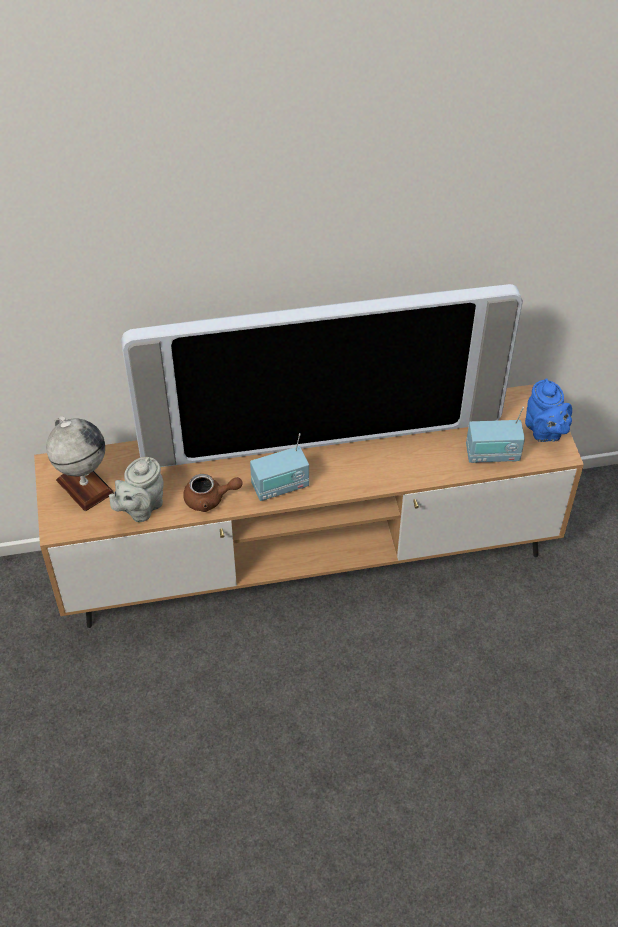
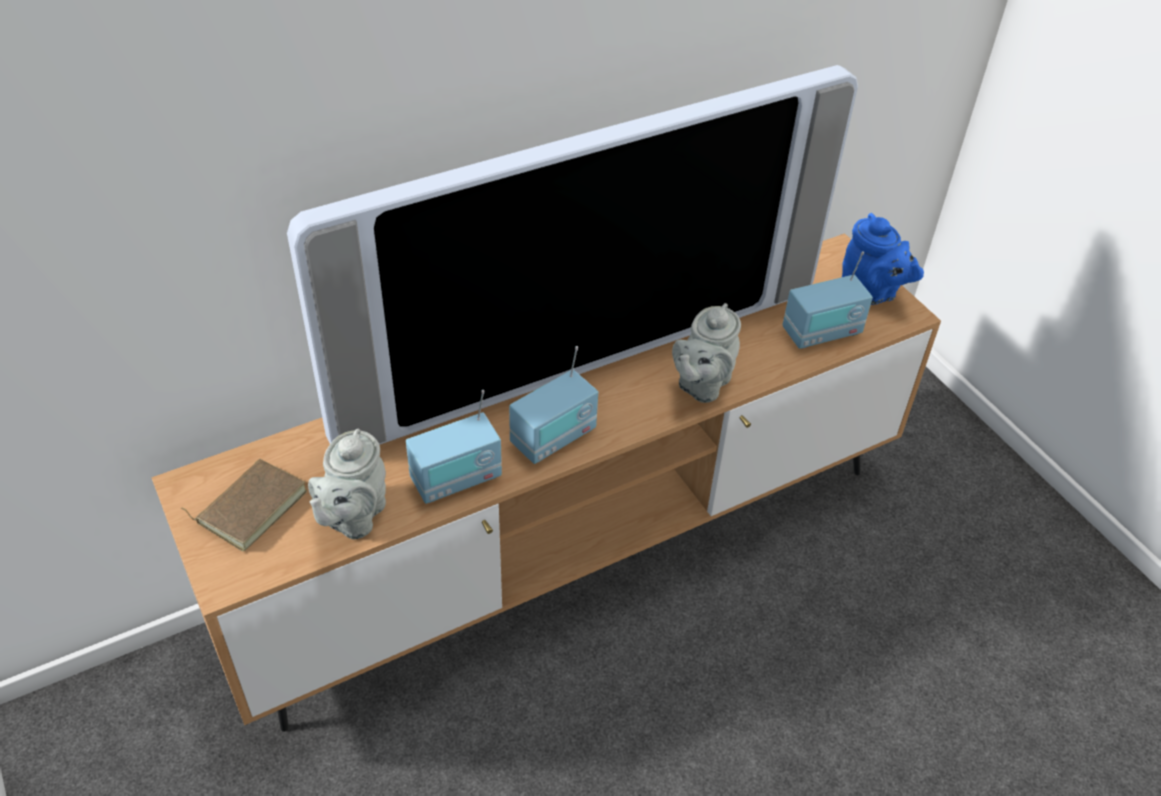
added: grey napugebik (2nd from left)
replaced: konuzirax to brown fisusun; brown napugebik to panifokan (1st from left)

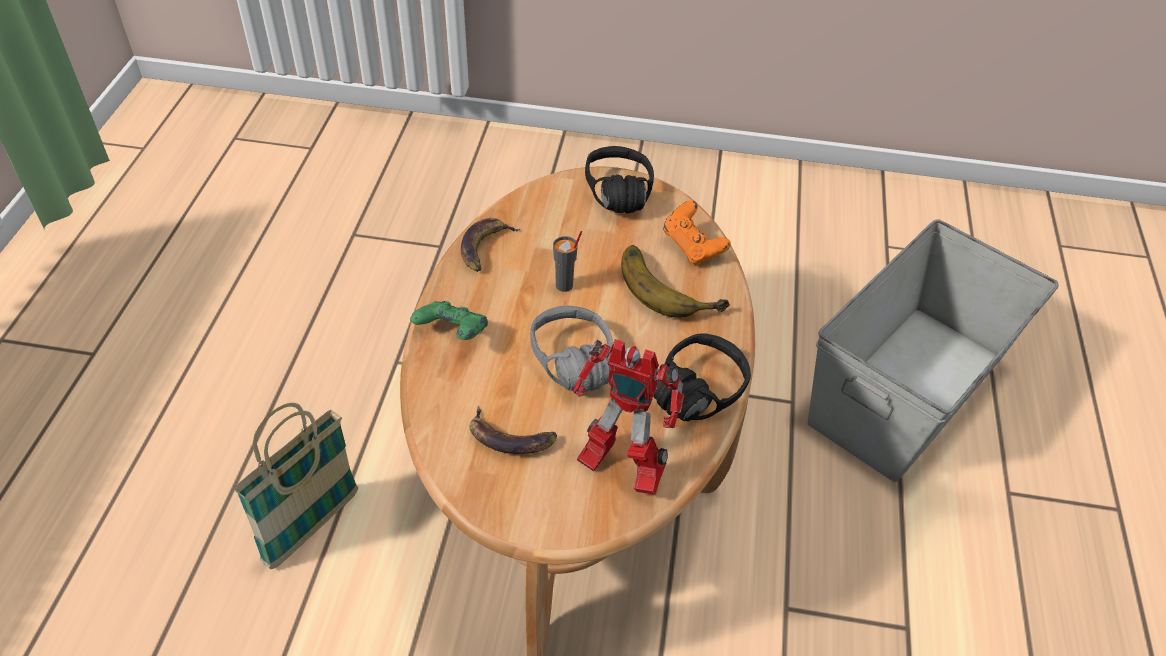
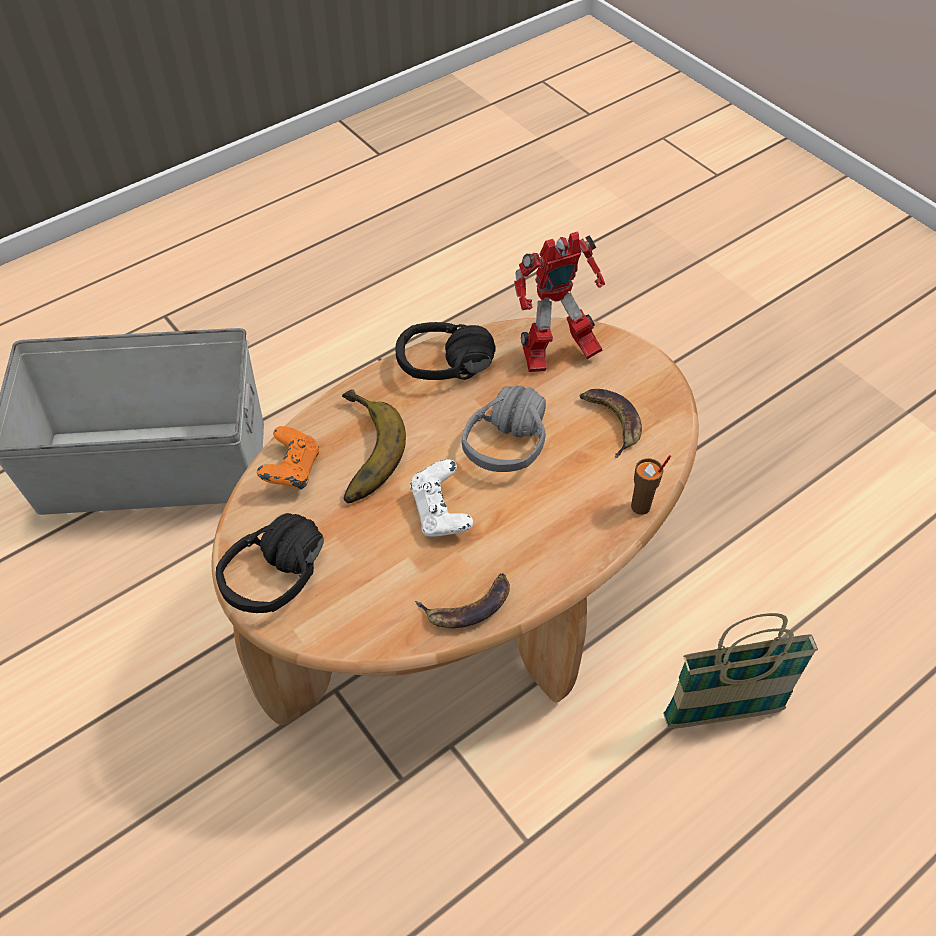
removed: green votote
added: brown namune
replaced: grey namune to white votote
turned: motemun 90 degrees clockwise

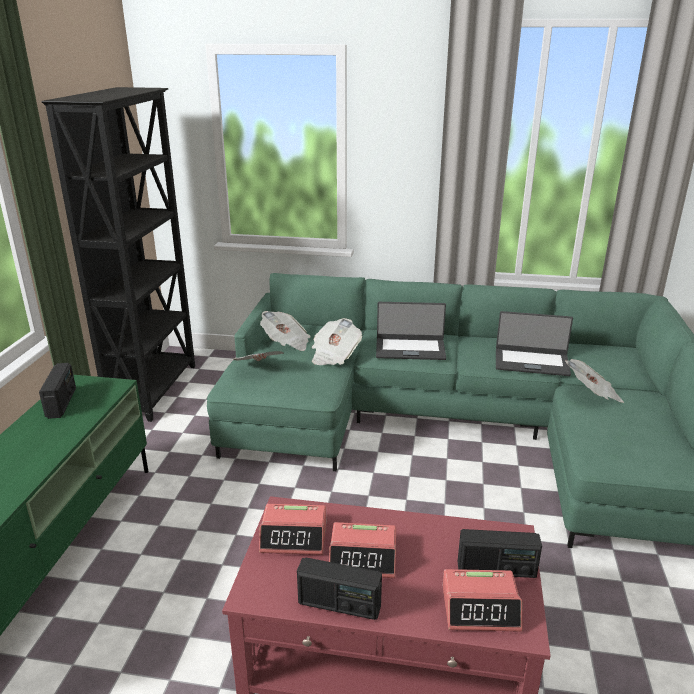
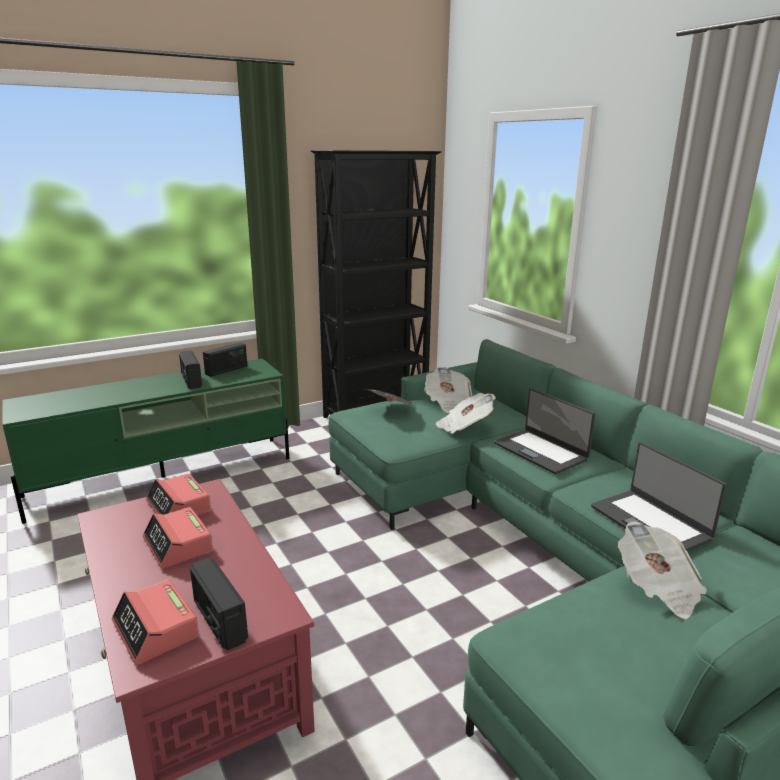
moved: panifokan (2nd from left in the first image) to panifokan (1st from left)

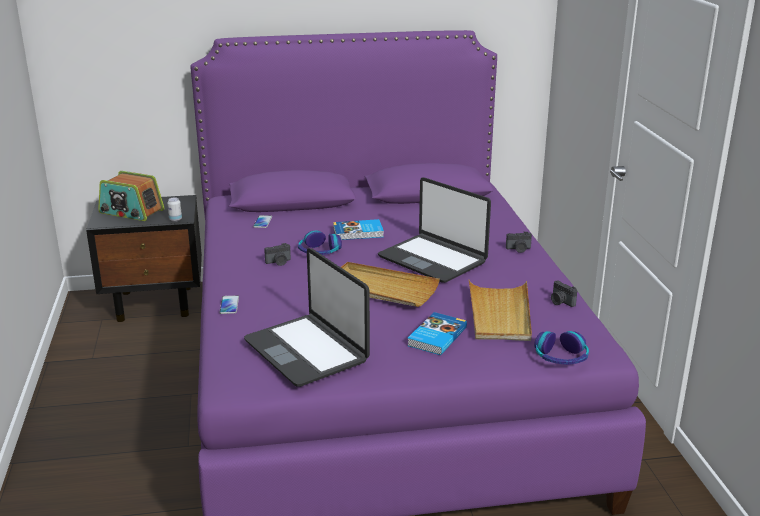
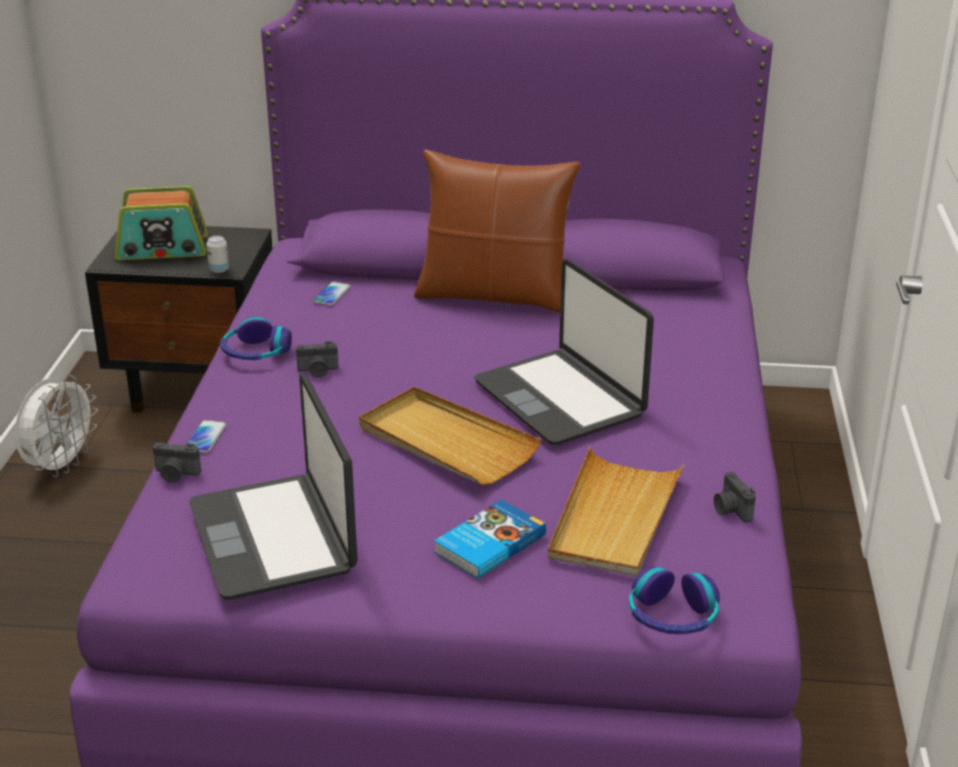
removed: fisusun (1st from left)
added: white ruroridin; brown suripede
moved: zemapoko (2nd from left in the first image) to zemapoko (1st from left); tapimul (1st from left)
turned: panifokan 45 degrees counterclockwise

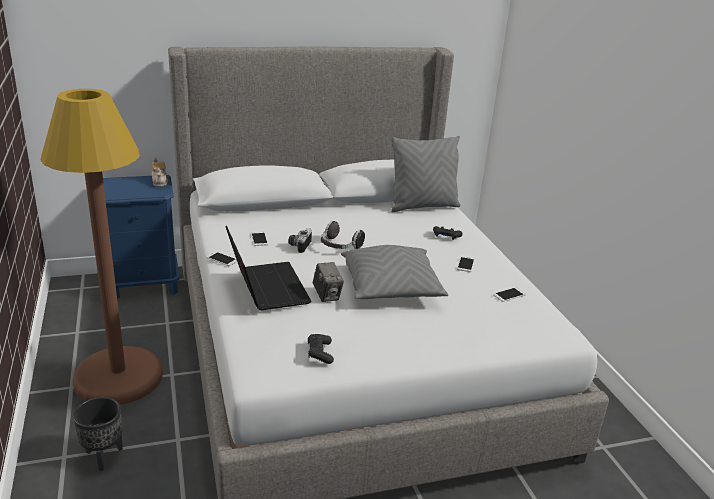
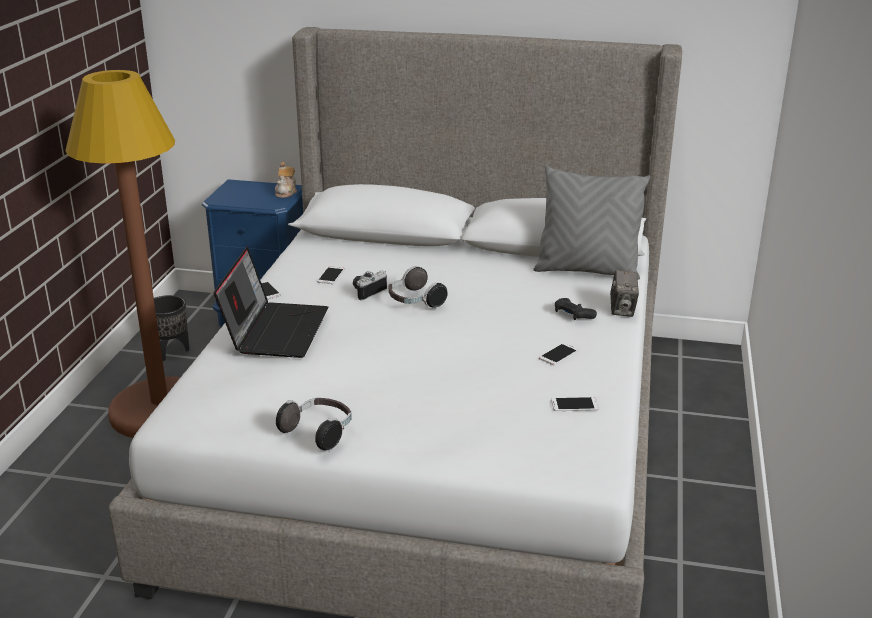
removed: black votote (1st from left); grey suripede (1st from left)
added: tapimul (1st from left)
moved: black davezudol; zemapoko (2nd from left)

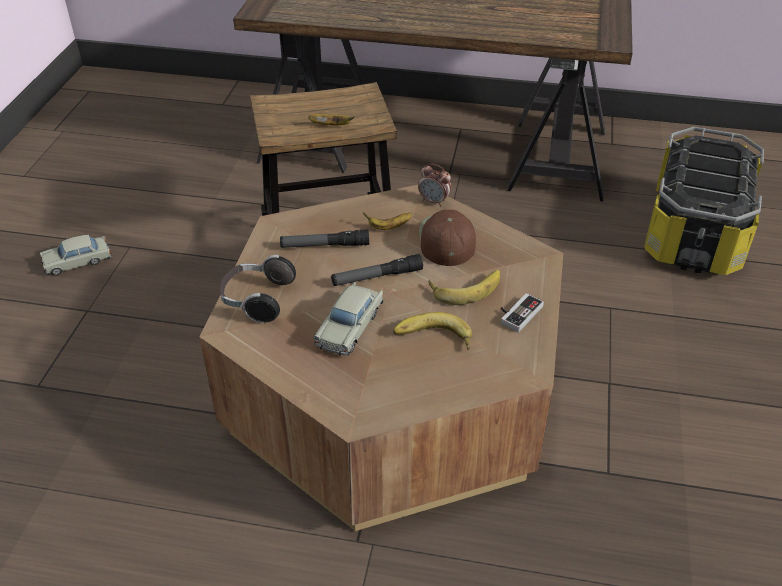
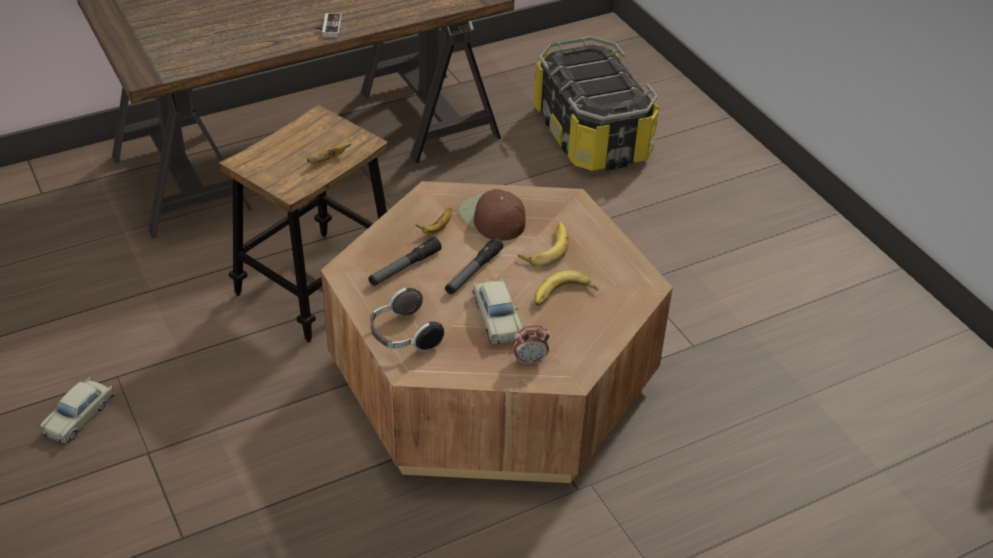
moved: votote; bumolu

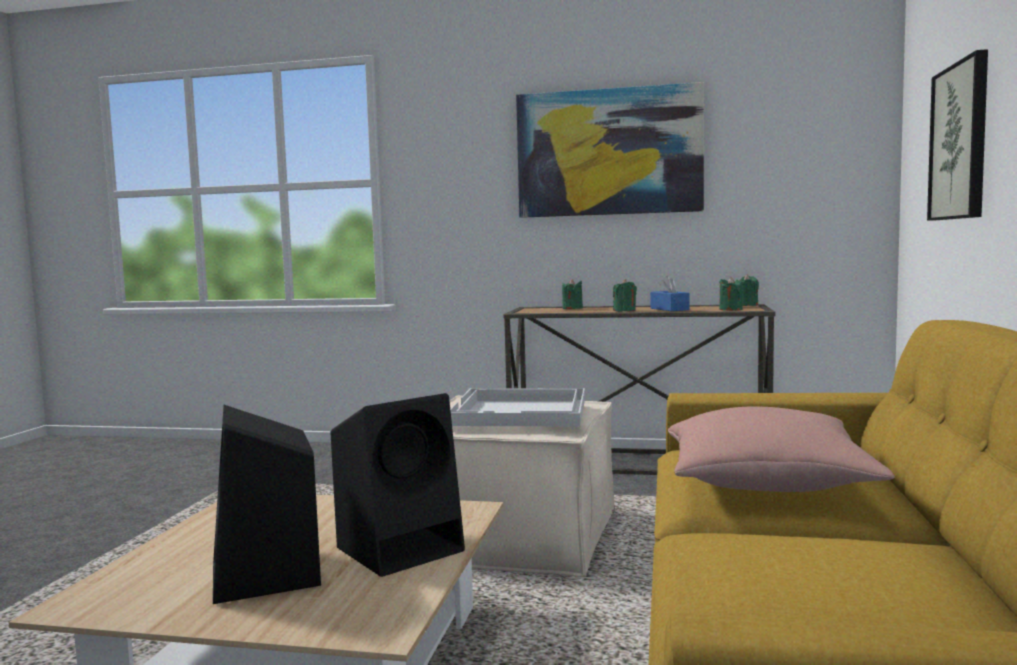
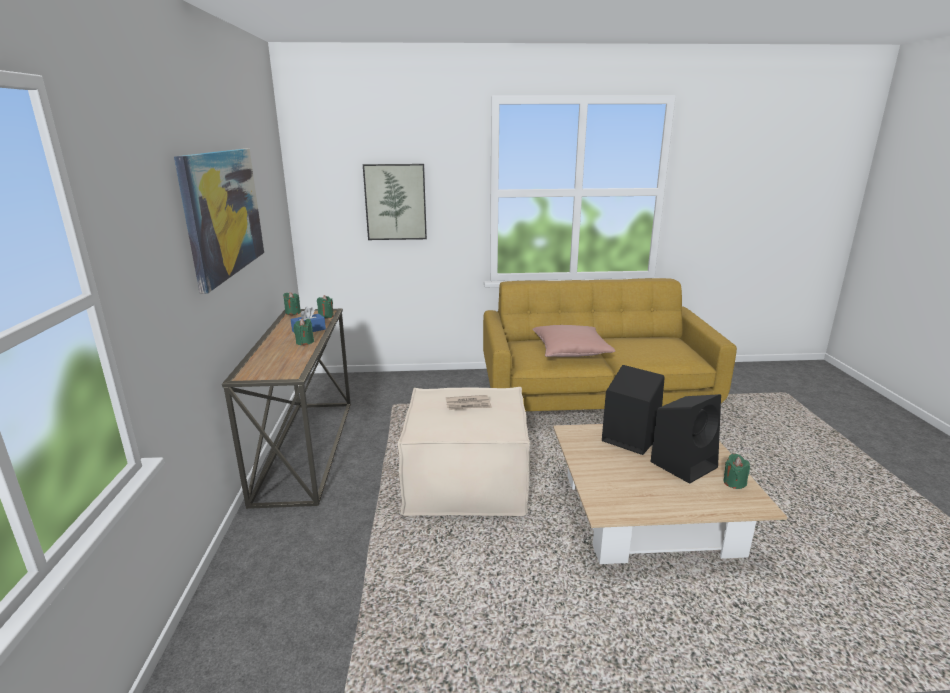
moved: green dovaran (1st from left in the first image) to green dovaran (4th from left)
replaced: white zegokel to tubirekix

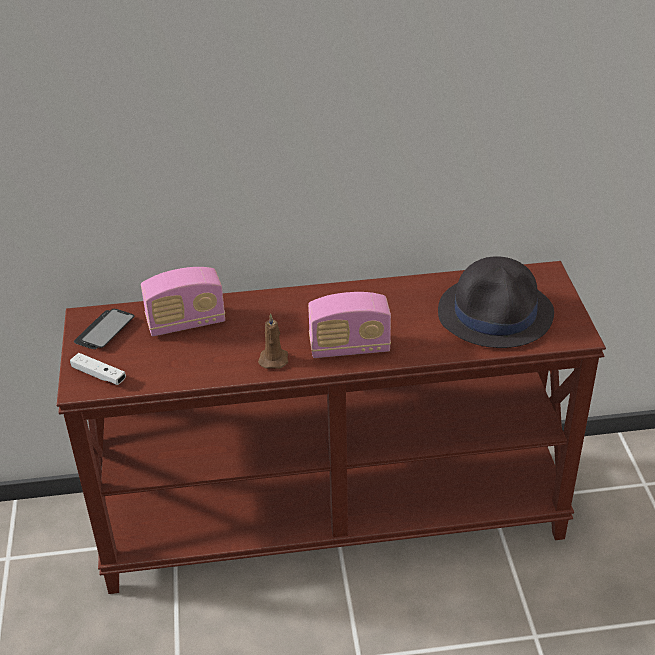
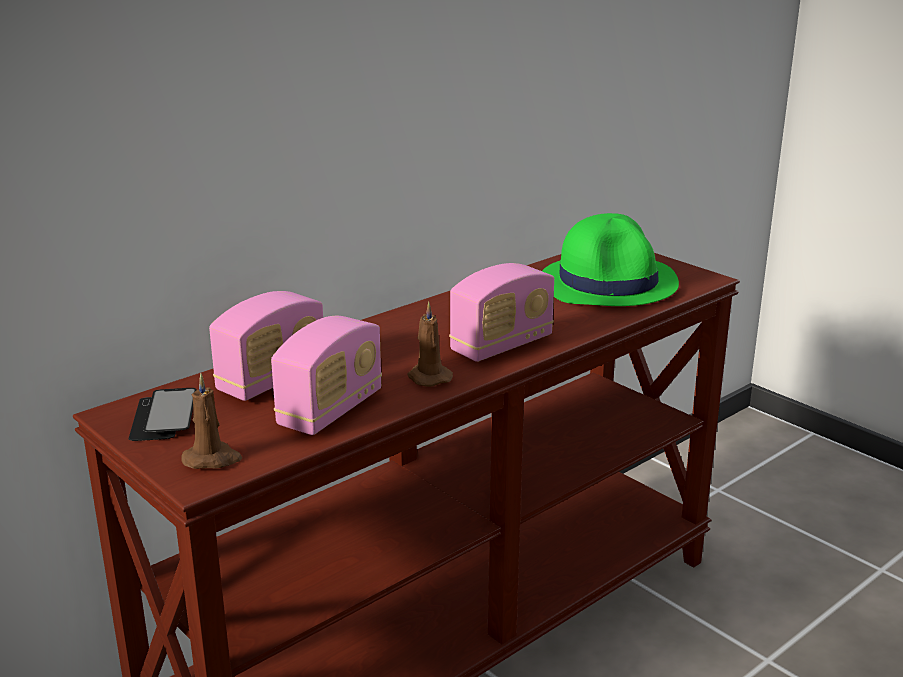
added: panifokan (2nd from left)
replaced: white votote to brown dovaran (1st from left)
recoloured: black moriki to green moriki

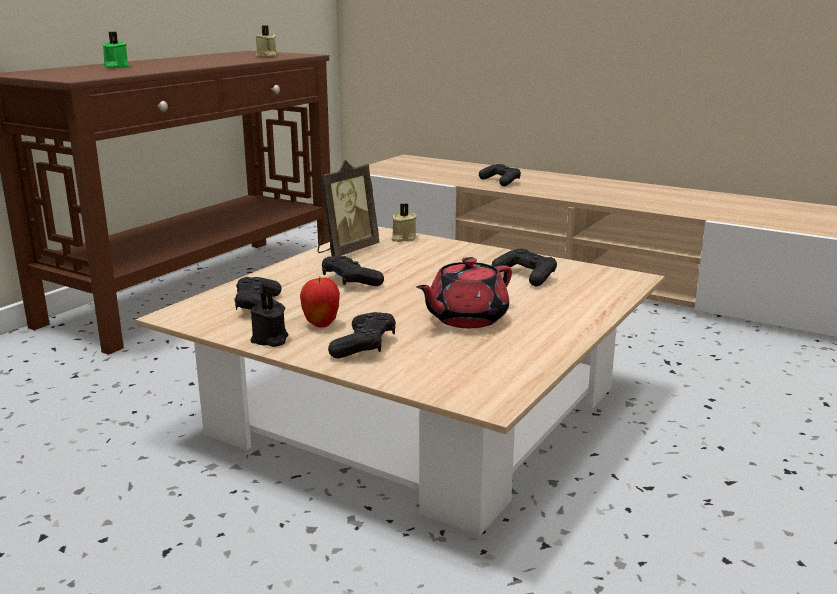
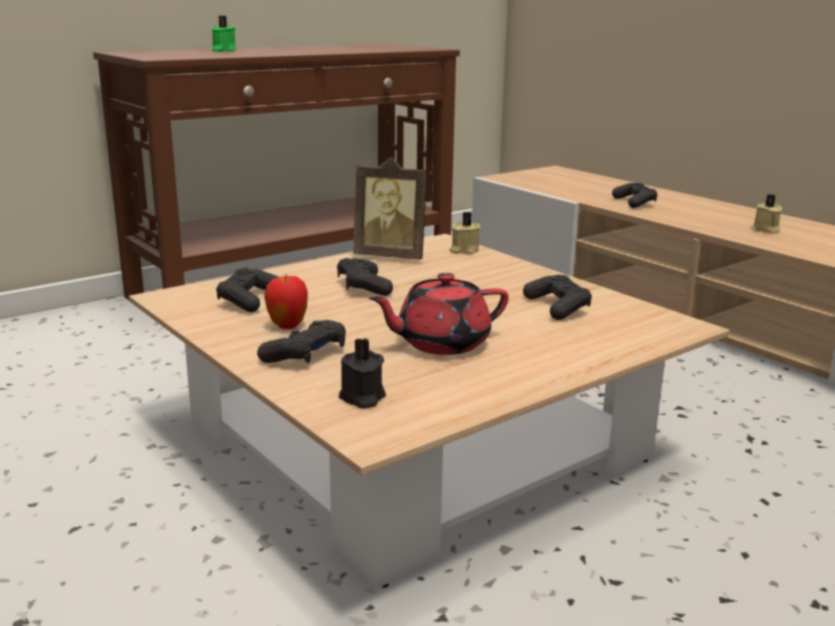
moved: black dovaran; beige dovaran (1st from left in the first image) to beige dovaran (2nd from left)
turned: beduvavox 45 degrees clockwise

